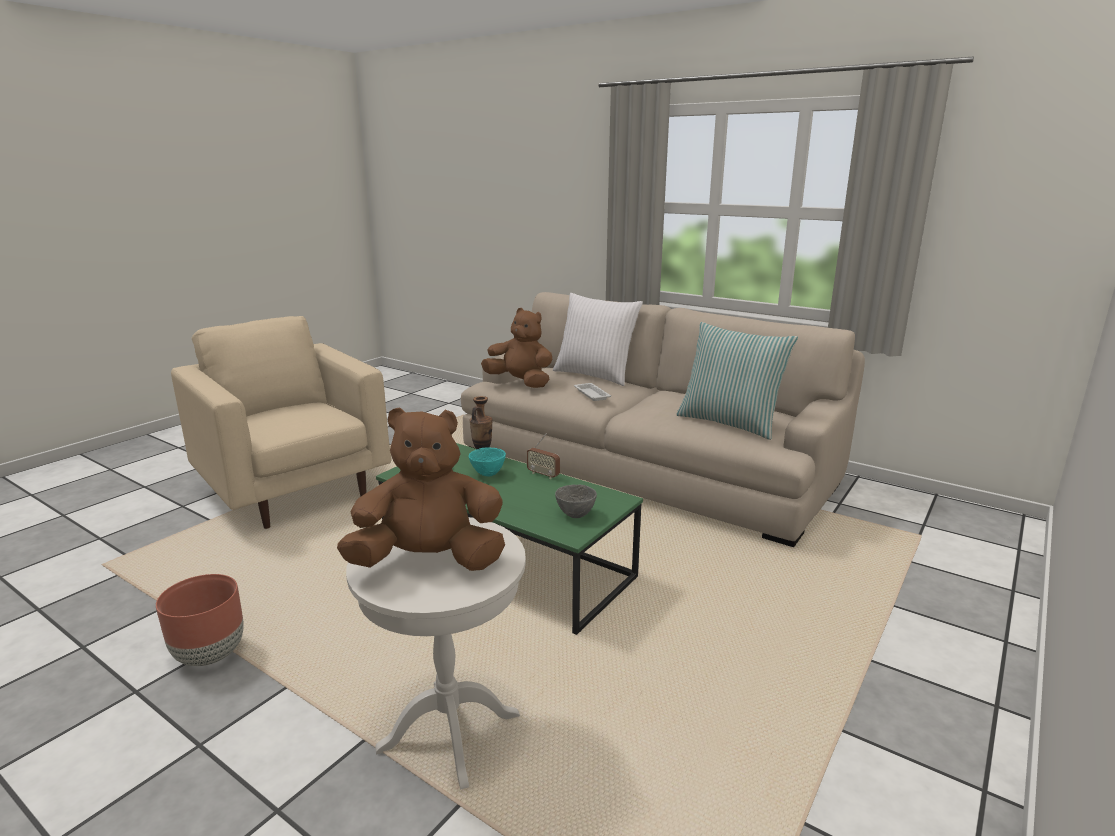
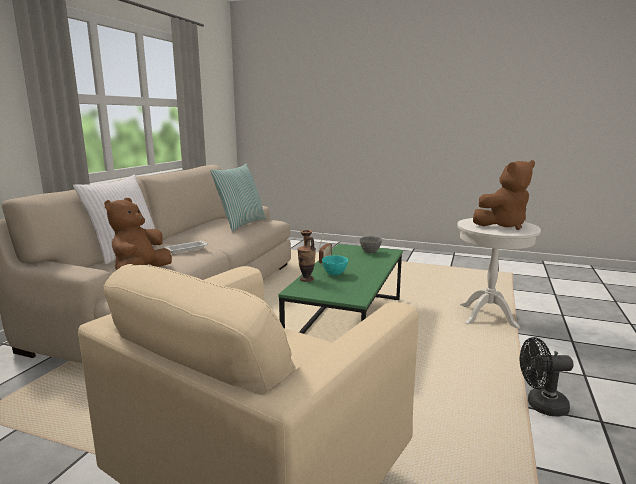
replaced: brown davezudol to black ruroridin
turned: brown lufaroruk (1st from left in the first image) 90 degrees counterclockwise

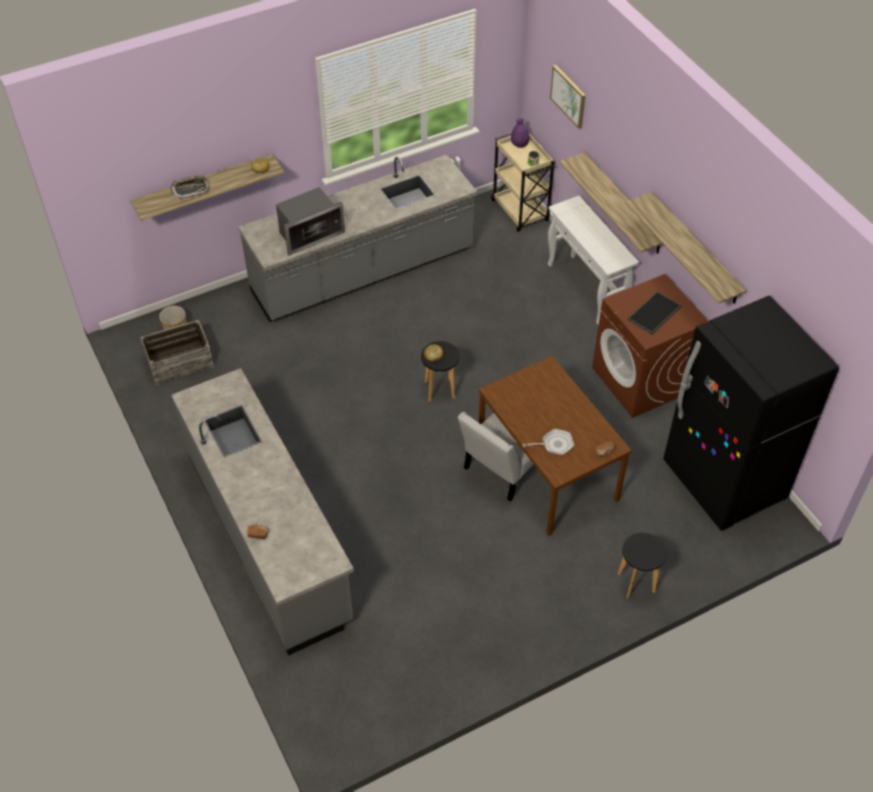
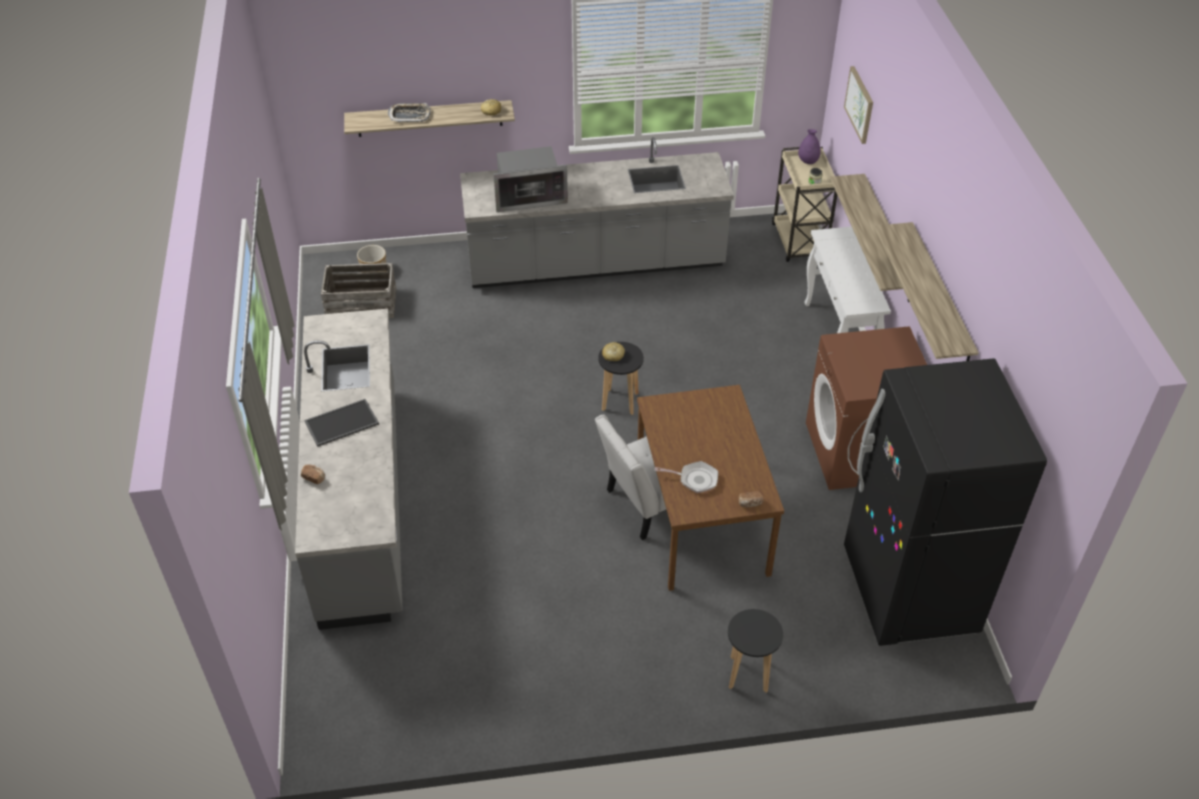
moved: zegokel (2nd from left in the first image) to zegokel (1st from left)

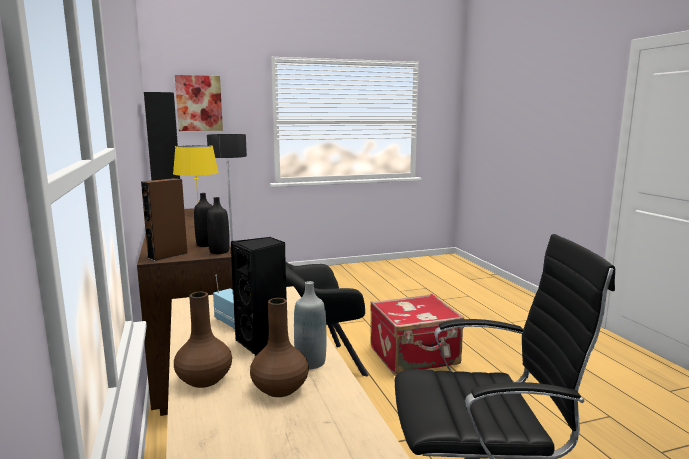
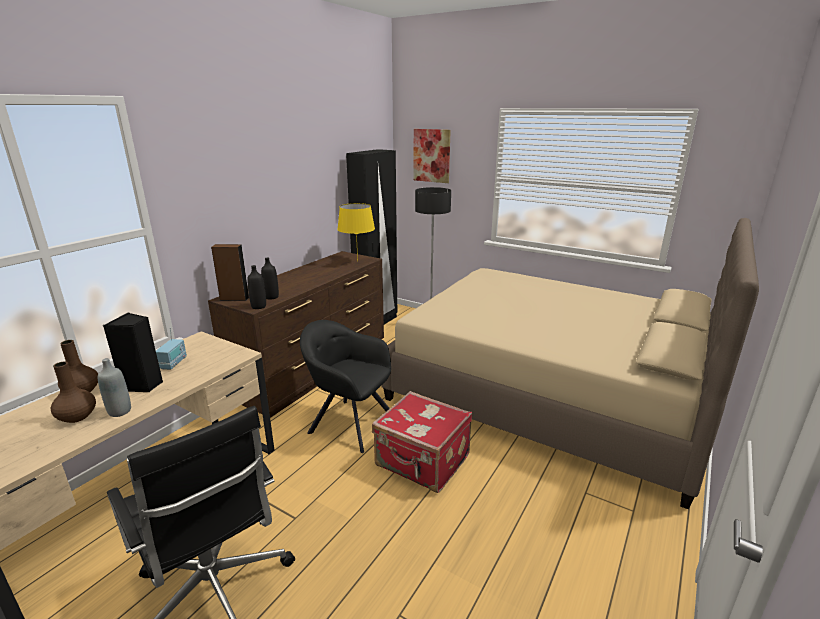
added: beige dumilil

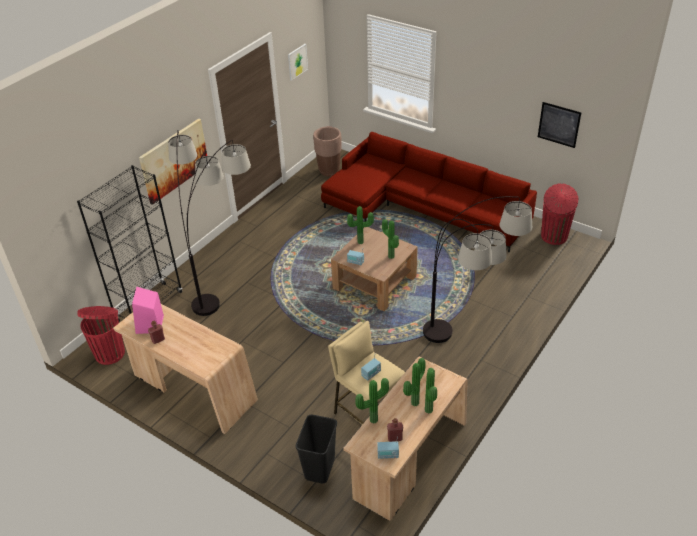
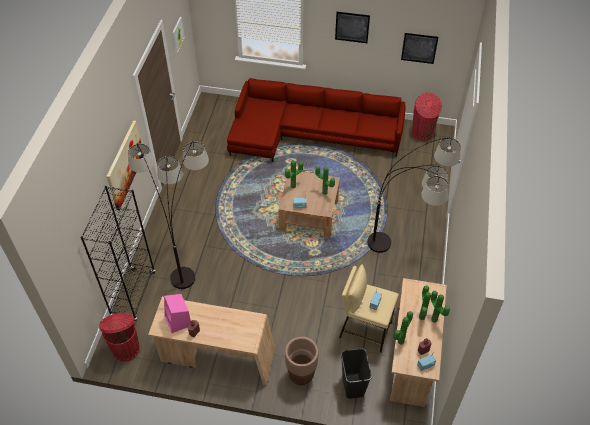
added: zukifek (3rd from left)
moved: brown davezudol

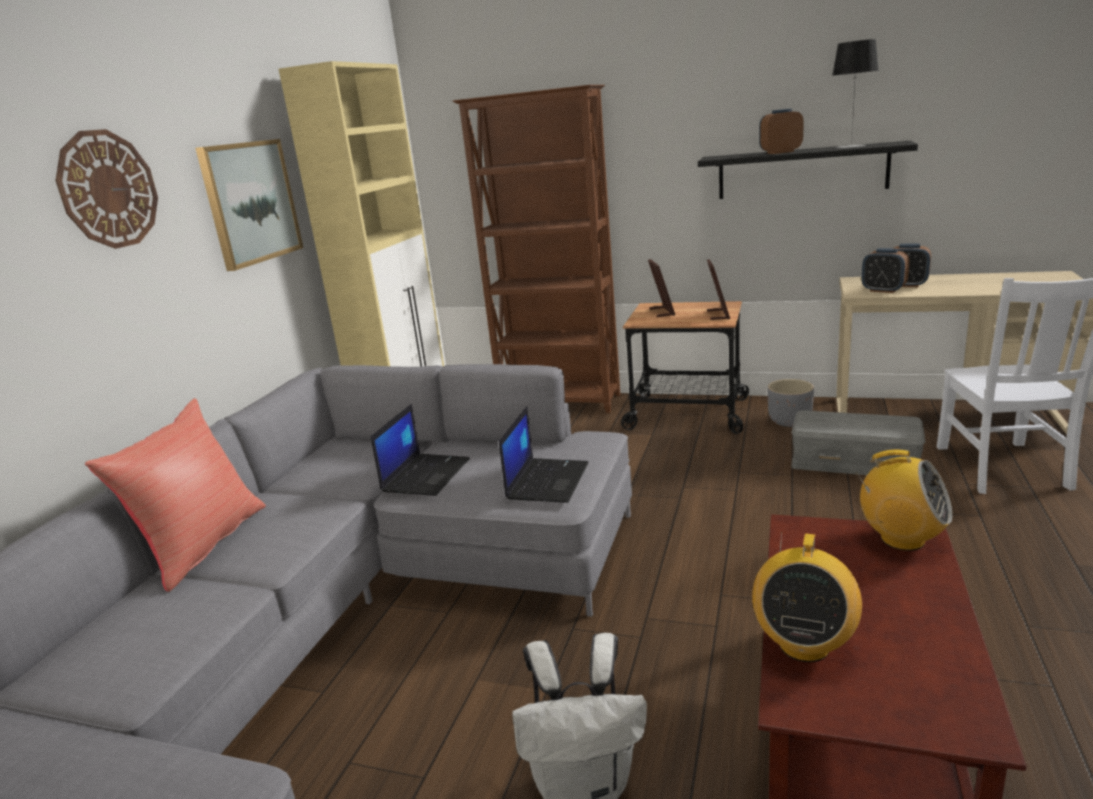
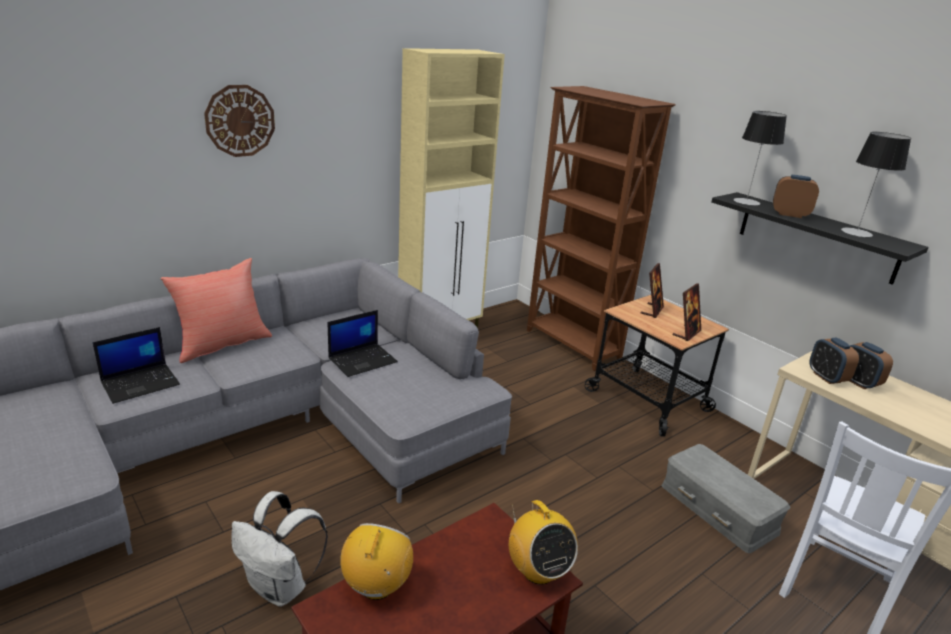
removed: zukifek; grey davezudol
added: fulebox (1st from left)
moved: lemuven (2nd from left in the first image) to lemuven (1st from left)
turned: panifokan (1st from left) 135 degrees clockwise

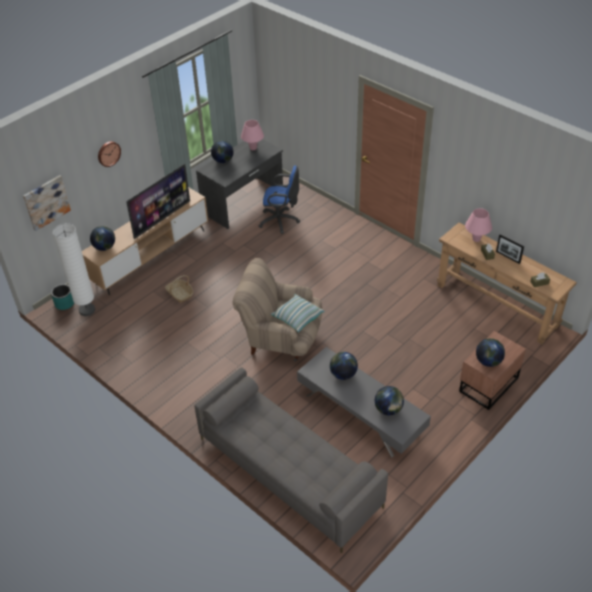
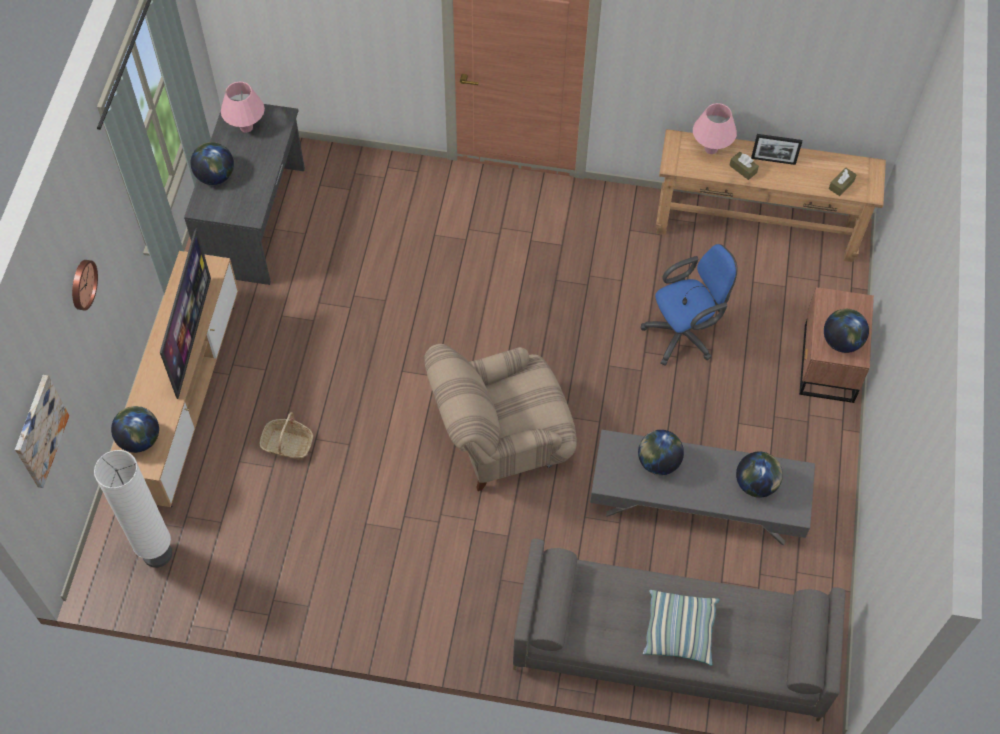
removed: turquoise davezudol
moved: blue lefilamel; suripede

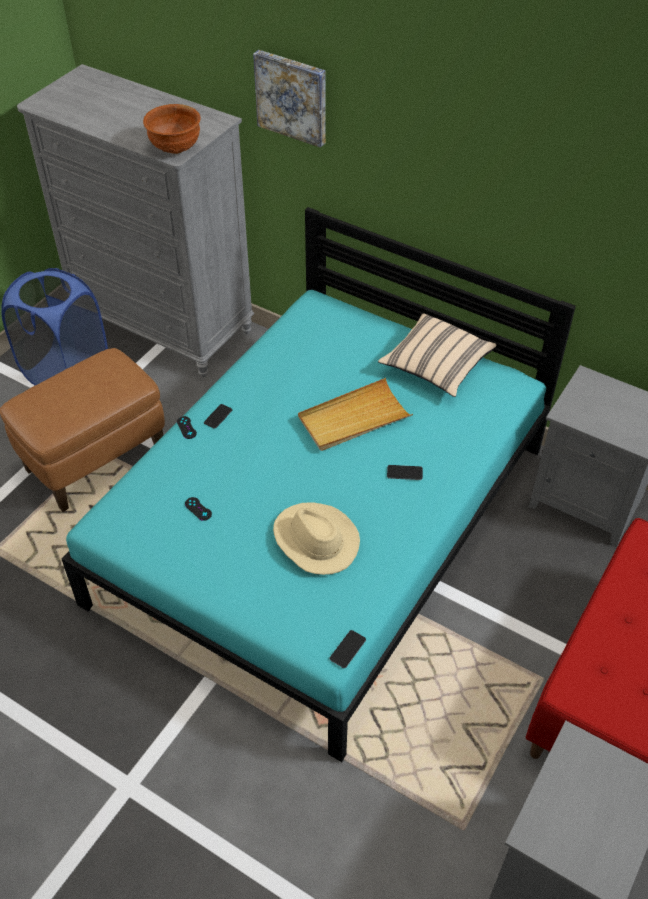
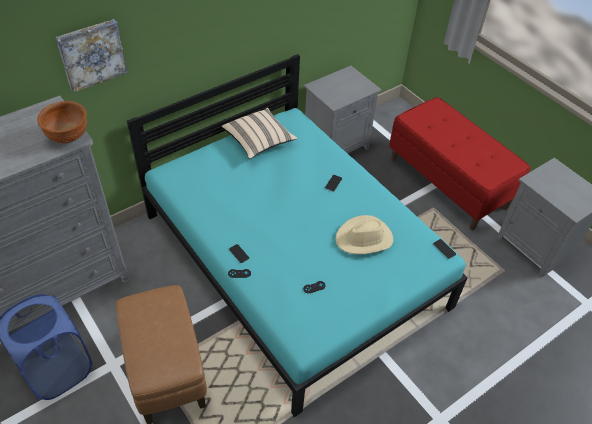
removed: beige zegokel

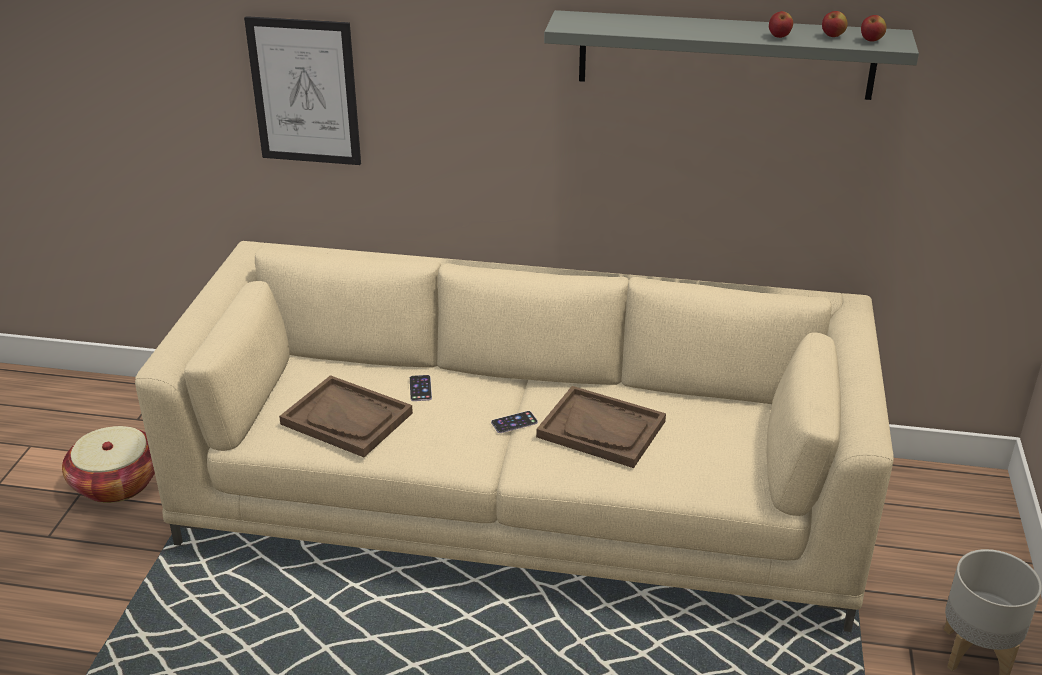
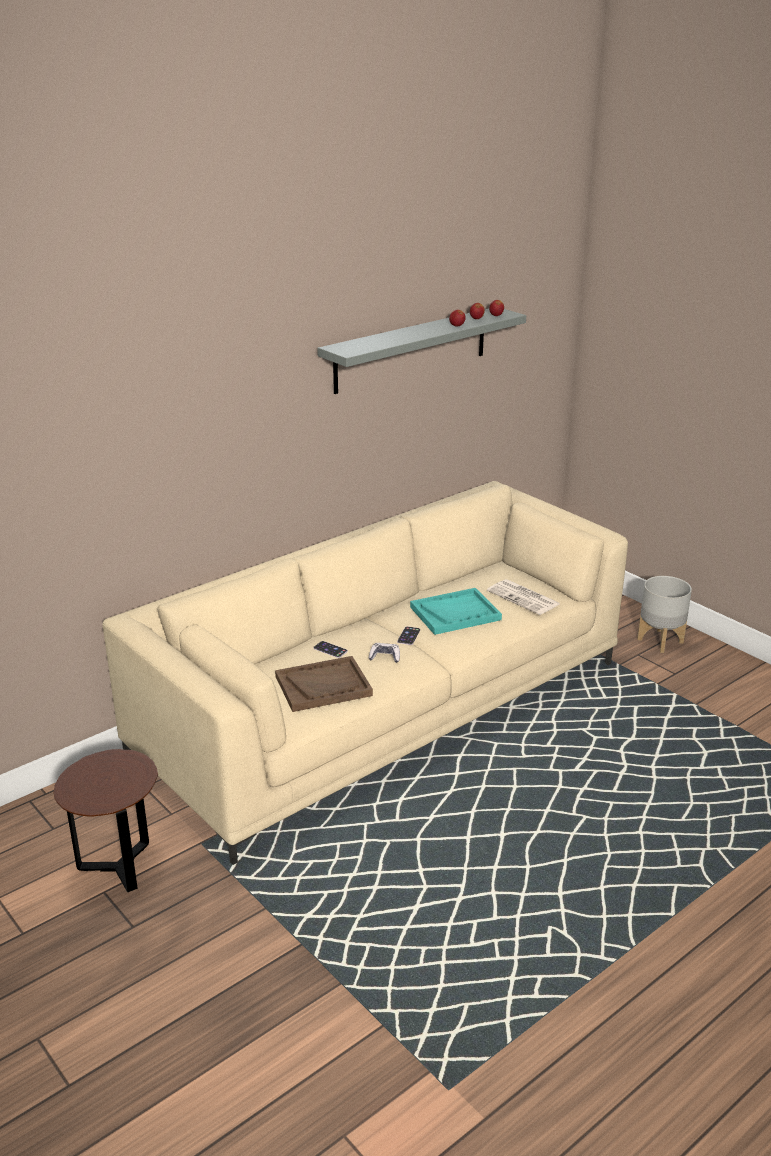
removed: zukifek
added: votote; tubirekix
replaced: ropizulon to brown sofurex
recoloured: brown zegokel (2nd from left) to turquoise zegokel

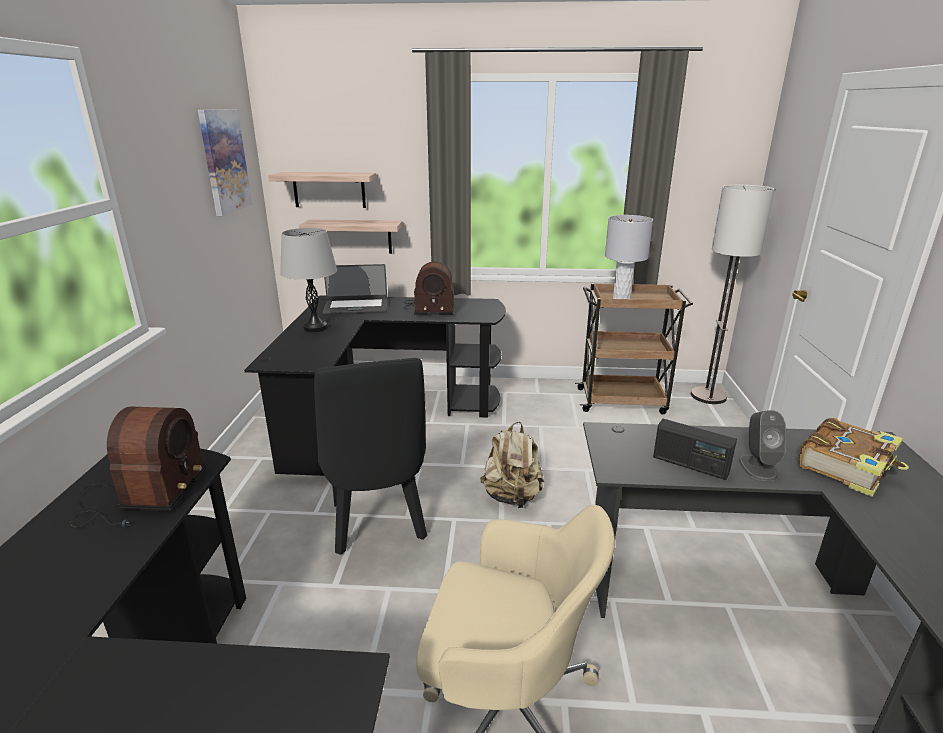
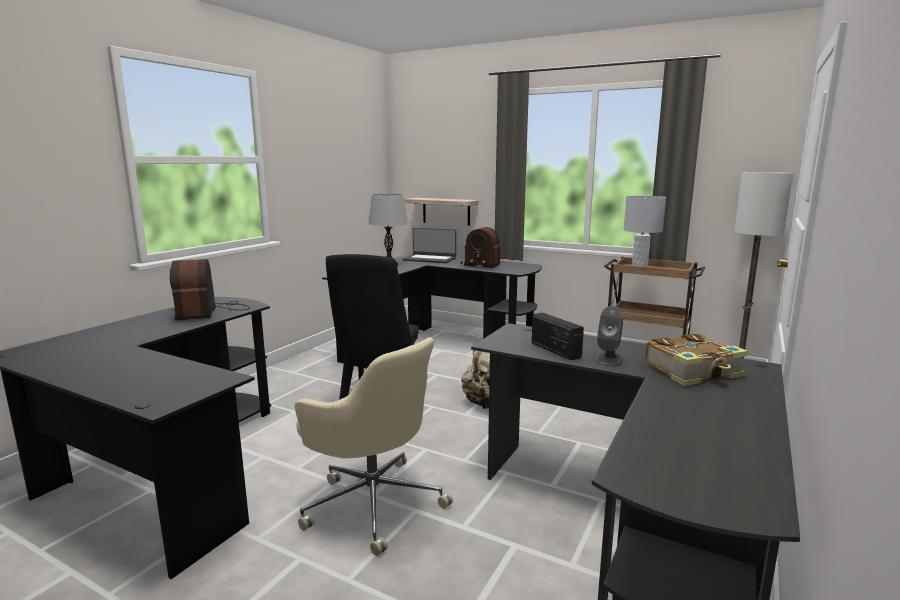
removed: zukifek; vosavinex (1st from left)
turned: panifokan (1st from left) 135 degrees clockwise

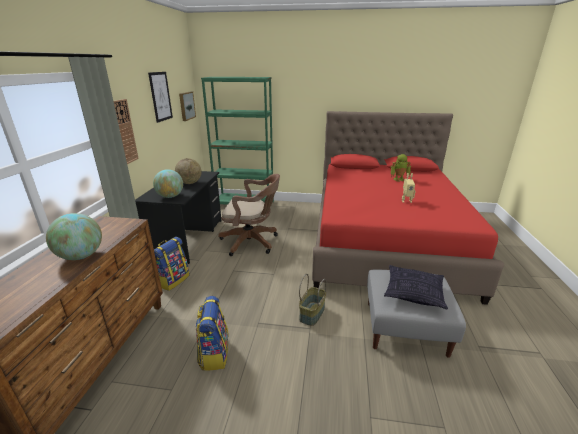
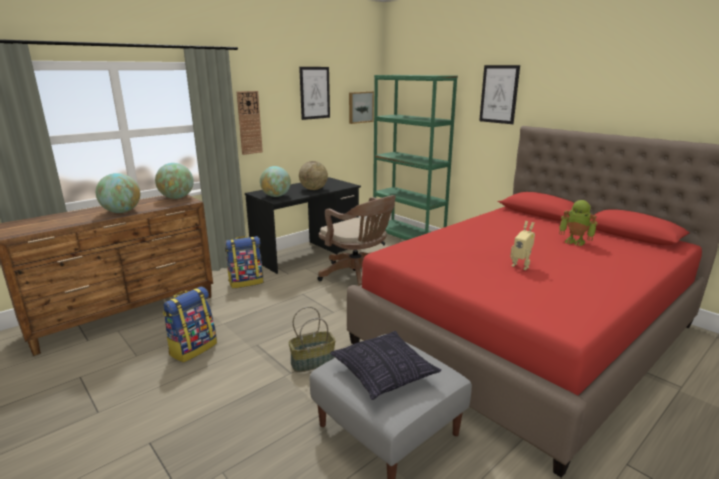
added: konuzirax (2nd from left); zukifek (3rd from left)

